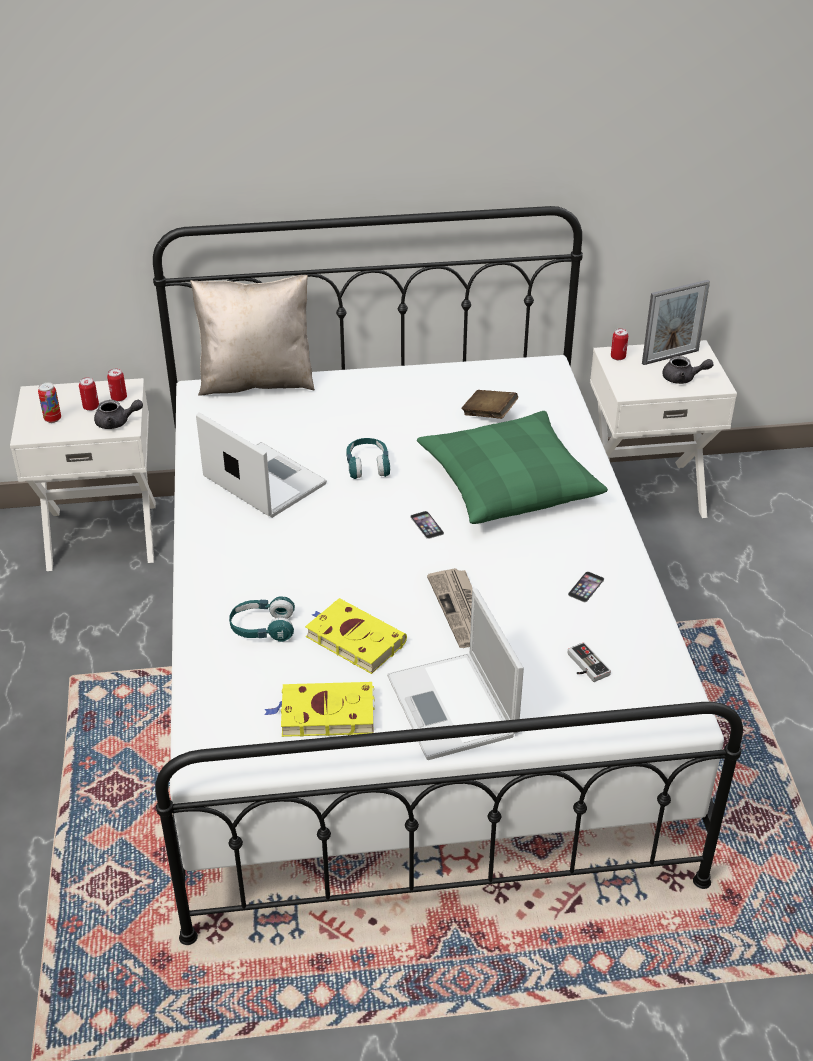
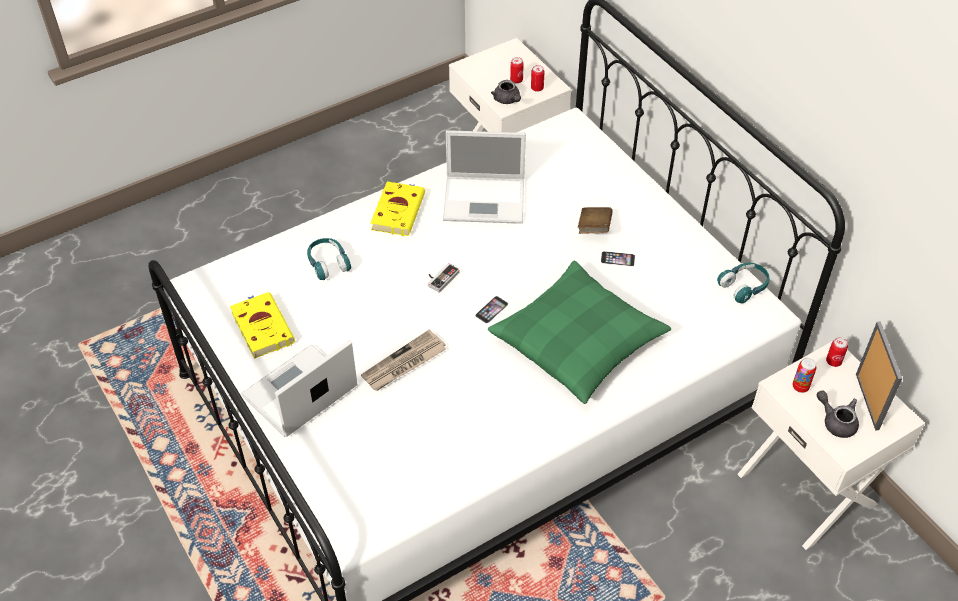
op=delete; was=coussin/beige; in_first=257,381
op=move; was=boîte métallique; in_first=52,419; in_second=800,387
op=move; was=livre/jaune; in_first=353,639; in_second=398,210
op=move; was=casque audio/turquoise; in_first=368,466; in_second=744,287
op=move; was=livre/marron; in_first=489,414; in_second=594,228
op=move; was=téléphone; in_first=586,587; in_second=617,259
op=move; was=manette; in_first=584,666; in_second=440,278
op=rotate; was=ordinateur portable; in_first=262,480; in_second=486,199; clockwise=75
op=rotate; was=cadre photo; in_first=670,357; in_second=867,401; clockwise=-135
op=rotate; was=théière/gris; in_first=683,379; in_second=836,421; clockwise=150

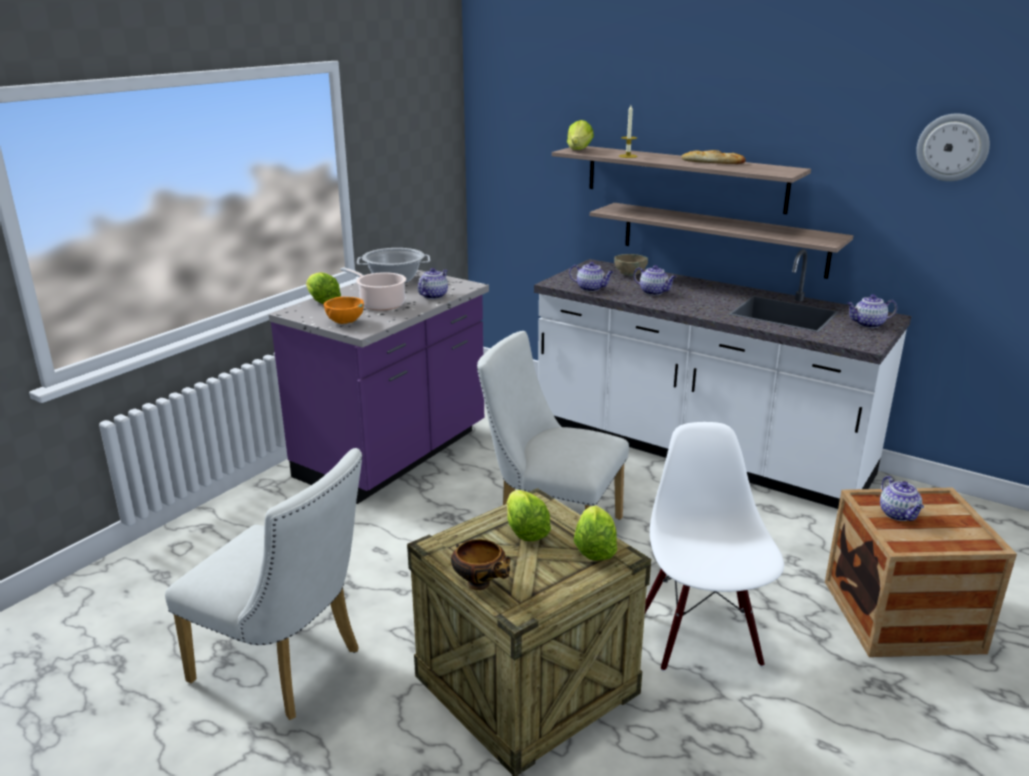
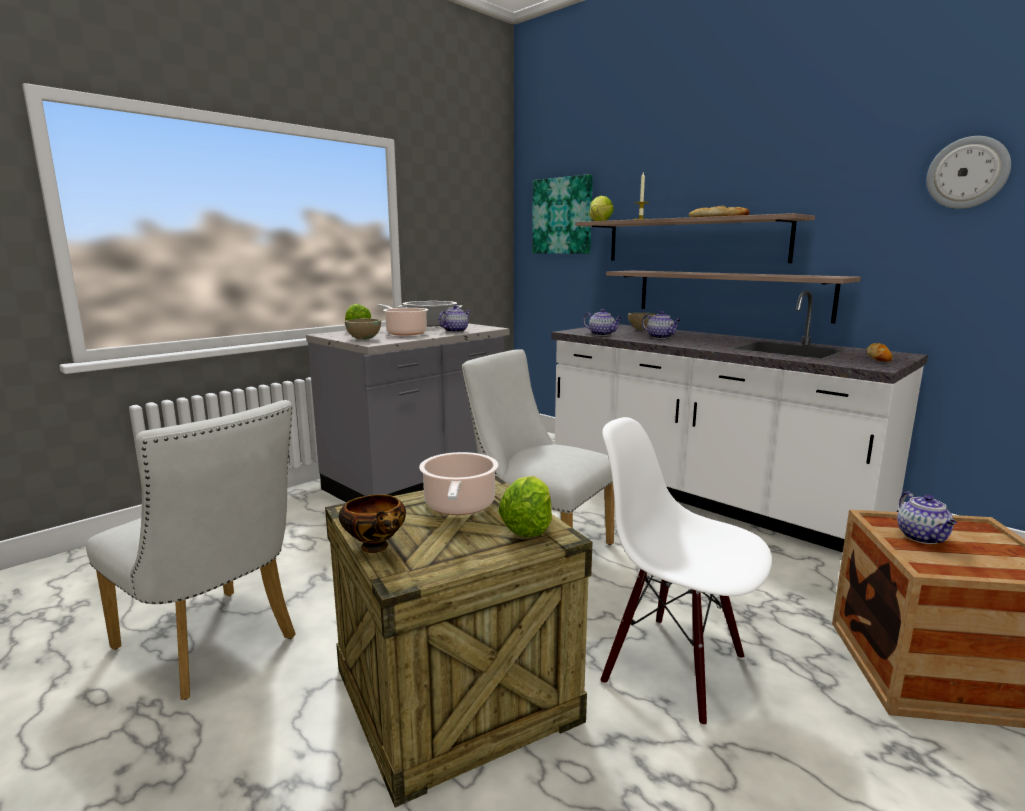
op=insert; now=tableau; in_second=562,216
op=replace; was=laitue; now=marmite; in_first=525,531; in_second=459,506
op=replace; was=théière; now=pain; in_first=868,324; in_second=878,357
op=recolor; was=comptoir de cuisine/violet; now=comptoir de cuisine/gris; in_first=394,455; in_second=417,480
op=recolor; was=bol/orange; now=bol/beige; in_first=345,322; in_second=363,339
op=rotate; was=chaise/blanc; in_first=701,638; in_second=674,667; clockwise=-60

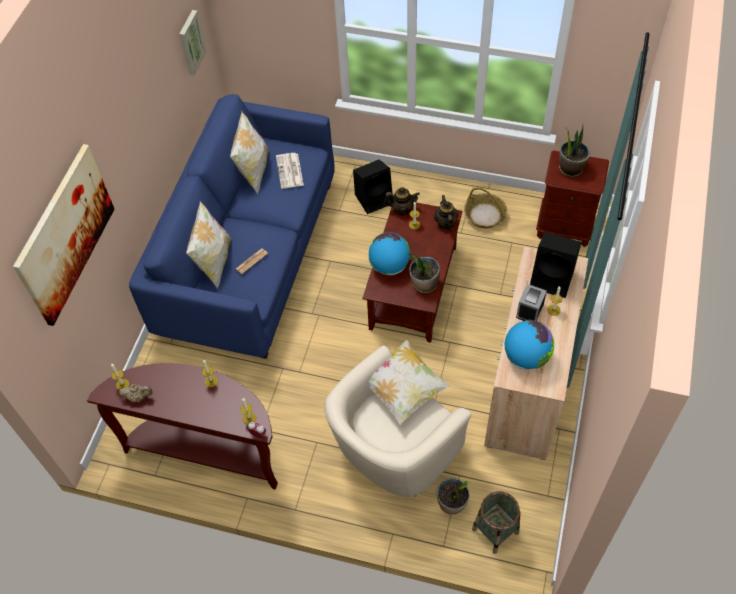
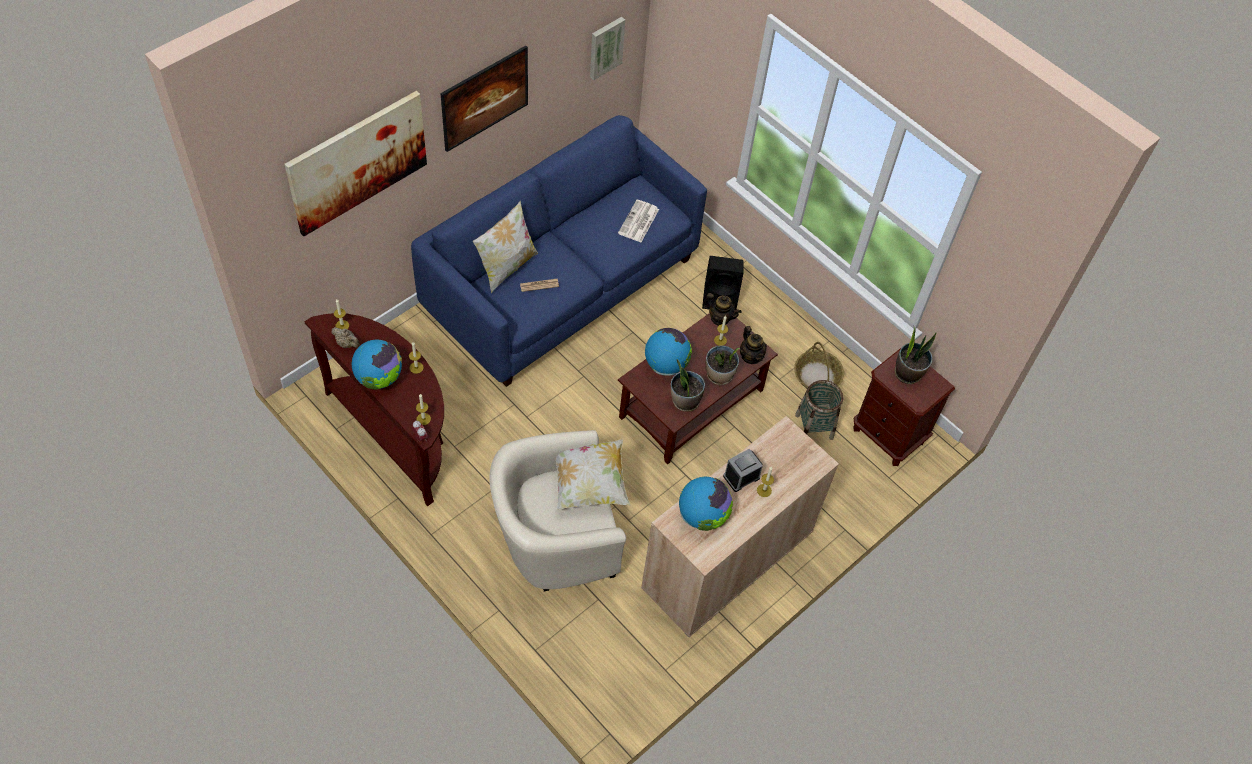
op=delete; was=coussin; in_first=253,171
op=delete; was=enceinte/noir; in_first=553,279
op=insert; now=globe; in_second=379,378
op=insert; now=tableau; in_second=485,112
op=move; was=plante en pot; in_first=452,504; in_second=719,375
op=move; was=panier; in_first=495,531; in_second=814,426
op=rotate; was=théière; in_first=445,223; in_second=751,356; clockwise=135

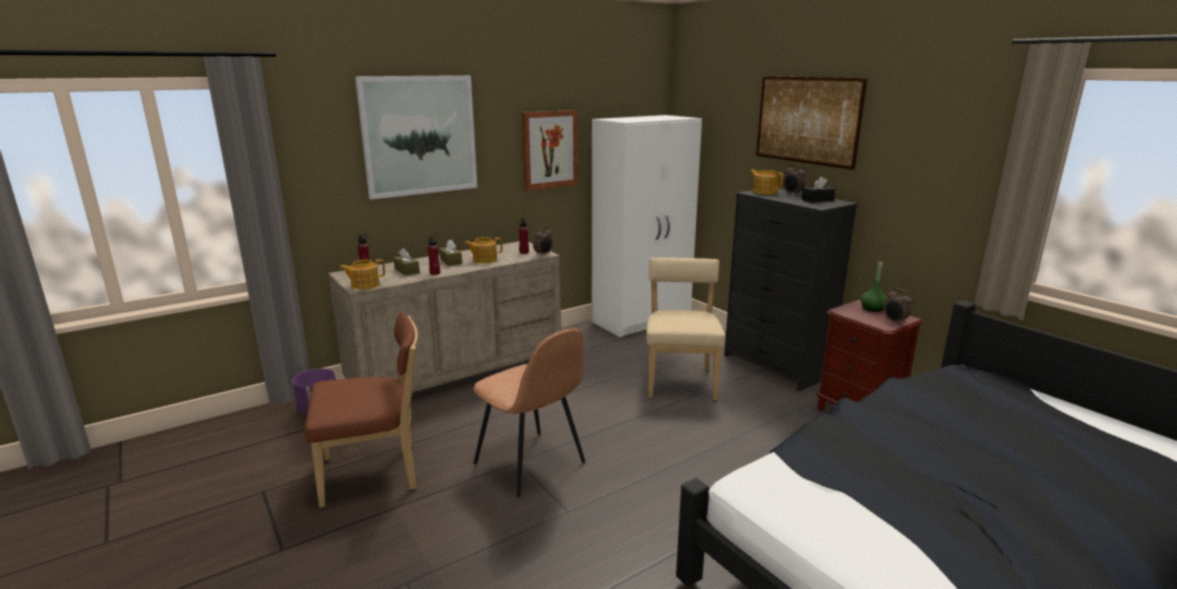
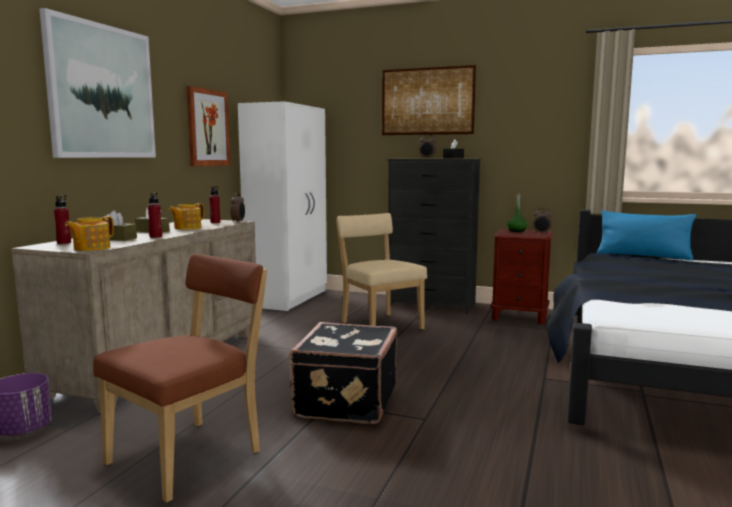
op=delete; was=théière; in_first=764,192
op=insert; now=coussin/bleu; in_second=643,256
op=replace; was=chaise/marron; now=valise/noir; in_first=531,464; in_second=344,401

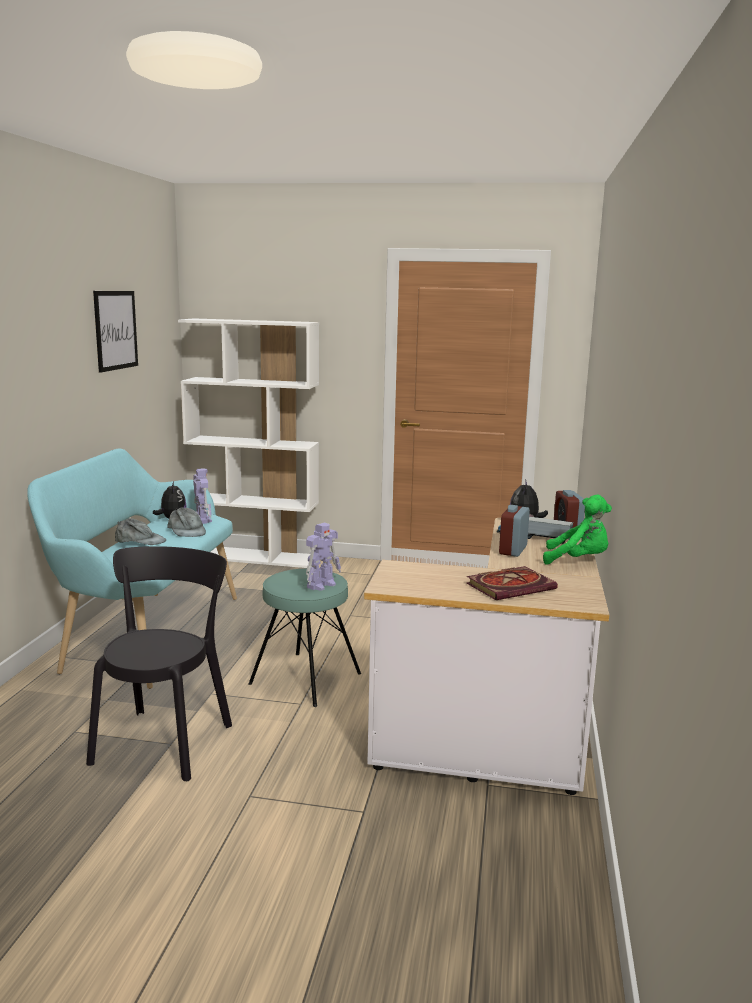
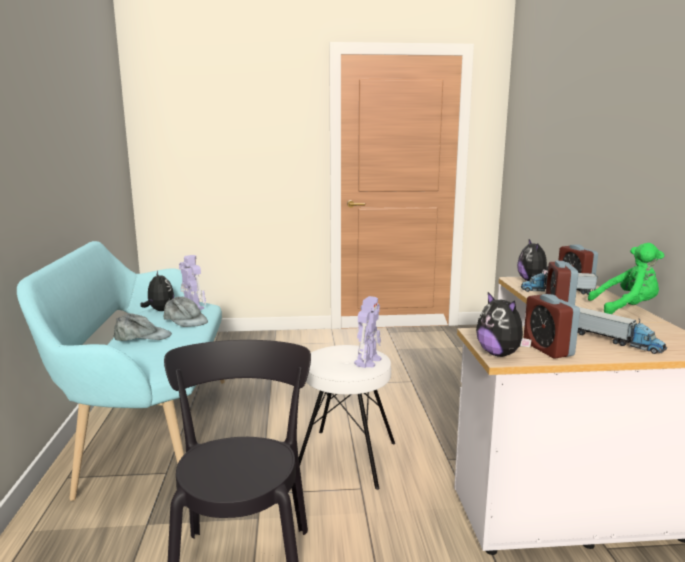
op=delete; was=tableau; in_first=115,330
op=delete; was=bibliothèque/blanc; in_first=254,557
op=insert; now=peluche; in_second=500,354
op=insert; now=réveil; in_second=548,349
op=replace; was=livre; now=camion jouet; in_first=511,586; in_second=614,341
op=recolor; was=tabouret/turquoise; now=tabouret/blanc; in_first=305,679; in_second=346,458

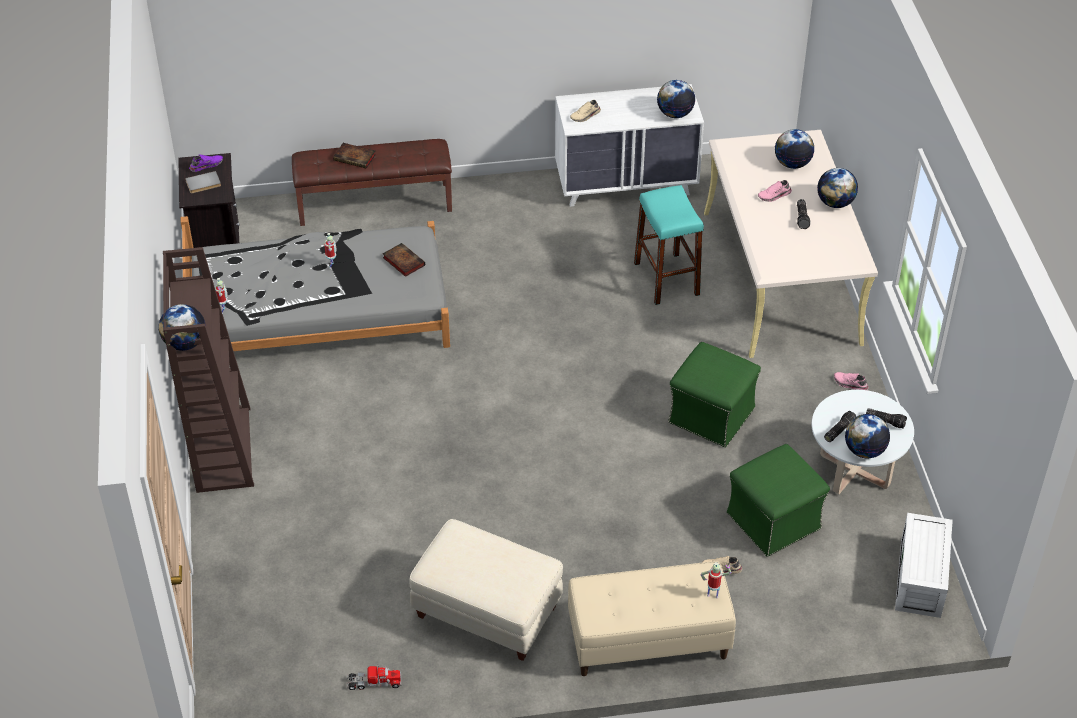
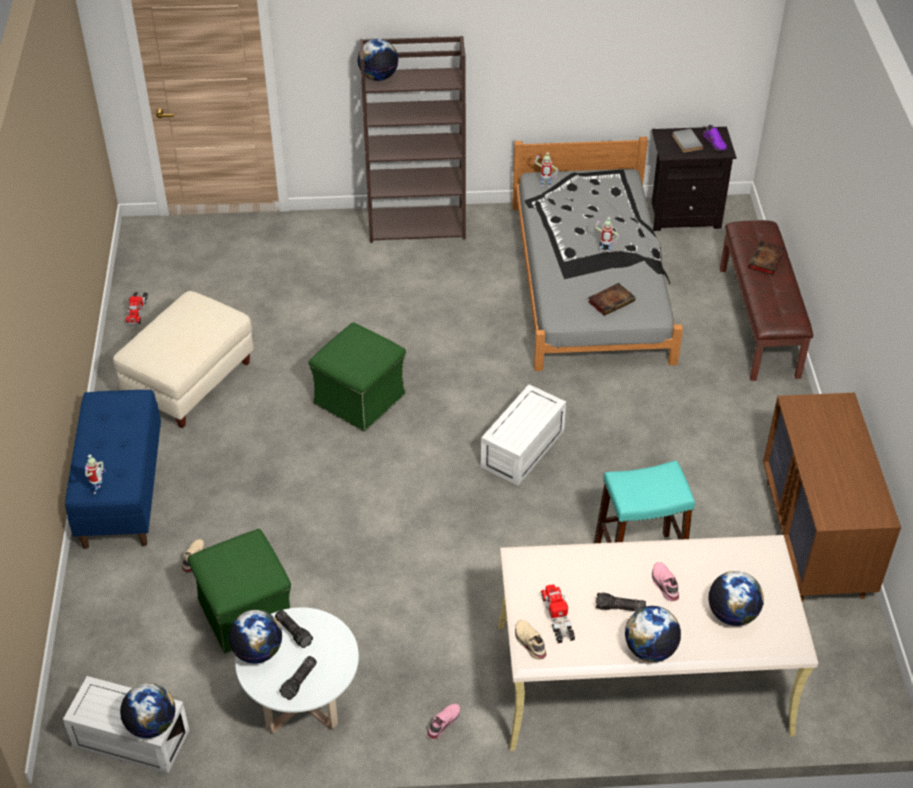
op=insert; now=boîte de rangement/blanc; in_second=523,450
op=insert; now=camion jouet; in_second=557,617
op=move; was=chaussure/beige; in_first=585,116; in_second=529,643
op=move; was=globe; in_first=675,114; in_second=152,725
op=move; was=pouf/vert; in_first=710,415; in_second=360,398
op=recolor; was=commode/blanc; now=commode/marron; in_first=626,184; in_second=814,539
op=recolor; was=banc/beige; now=banc/bleu; in_first=648,642; in_second=121,491

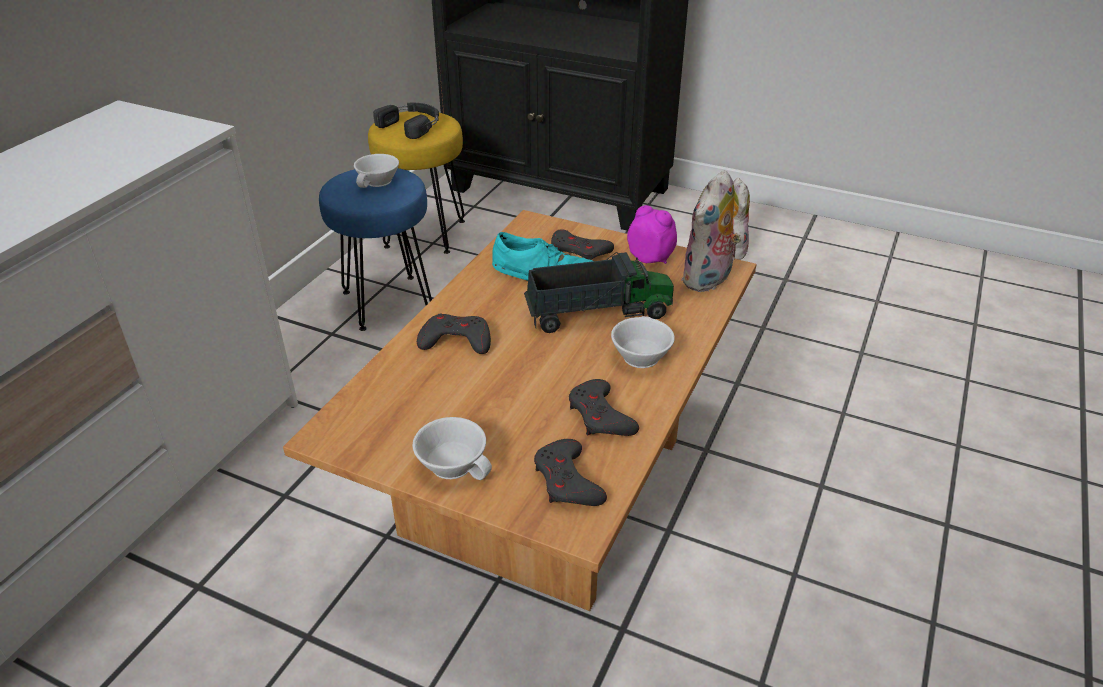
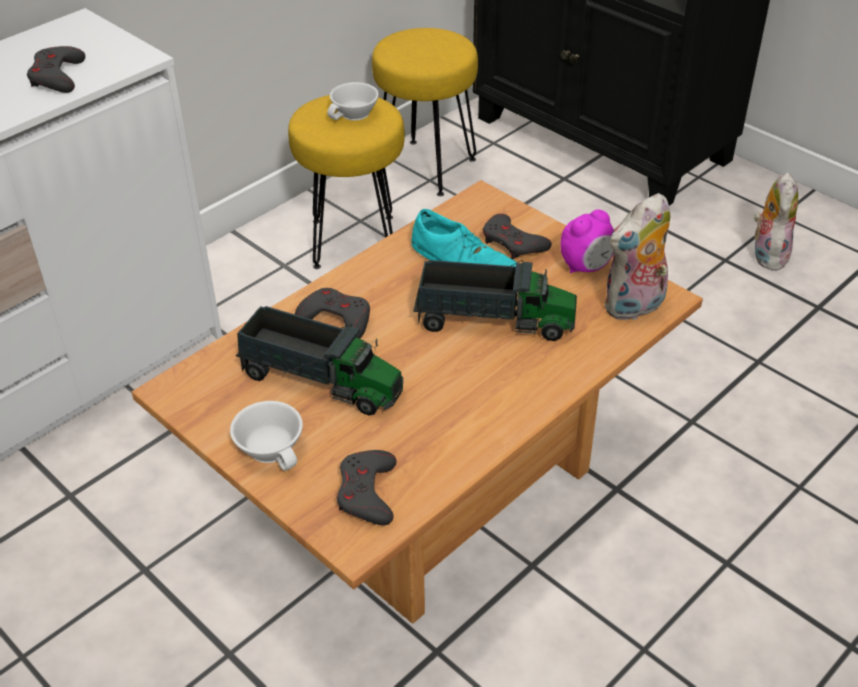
op=delete; was=casque audio/noir; in_first=412,124
op=delete; was=tasse/blanc; in_first=638,355
op=insert; now=camion jouet; in_second=321,381
op=move; was=manette/gris; in_first=600,416; in_second=57,76
op=recolor; was=tabouret/bleu; now=tabouret/jaune; in_first=386,302; in_second=353,241
op=rotate; was=réveil; in_first=650,258; in_second=586,267; clockwise=90

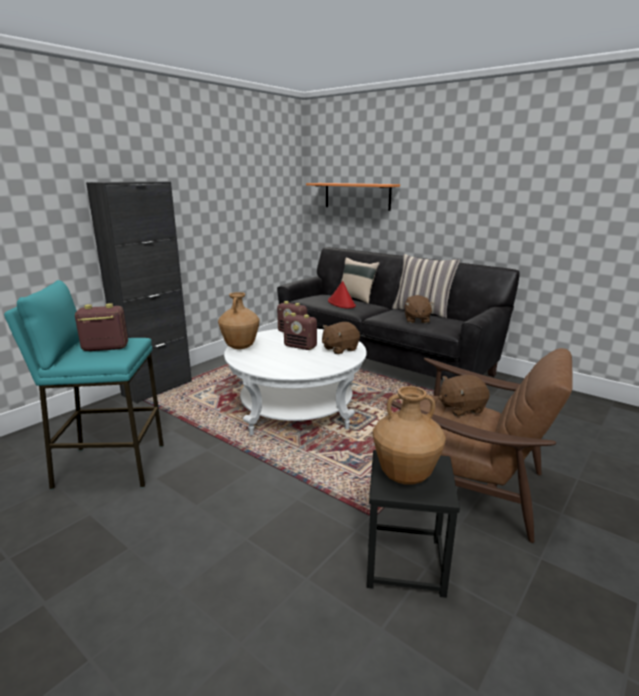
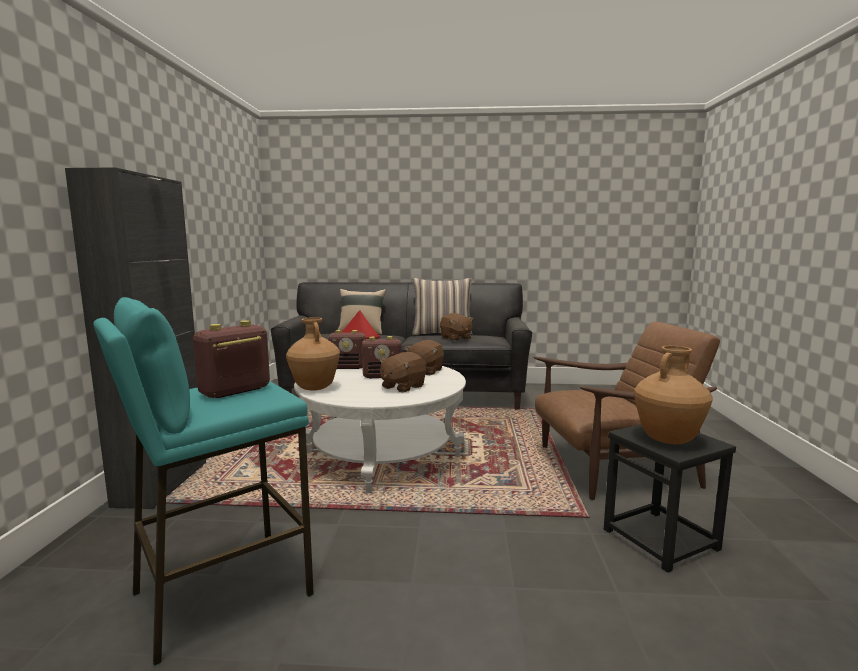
op=delete; was=étagère/orange; in_first=357,196
op=move; was=peluche/marron; in_first=461,408; in_second=402,387

